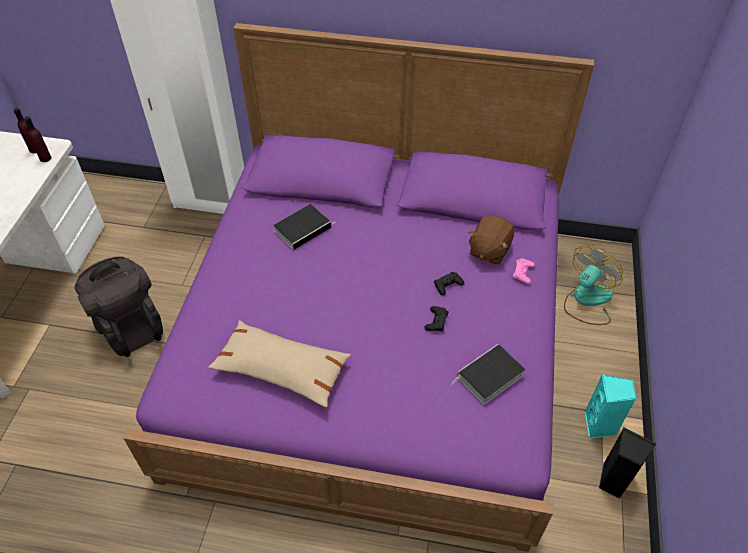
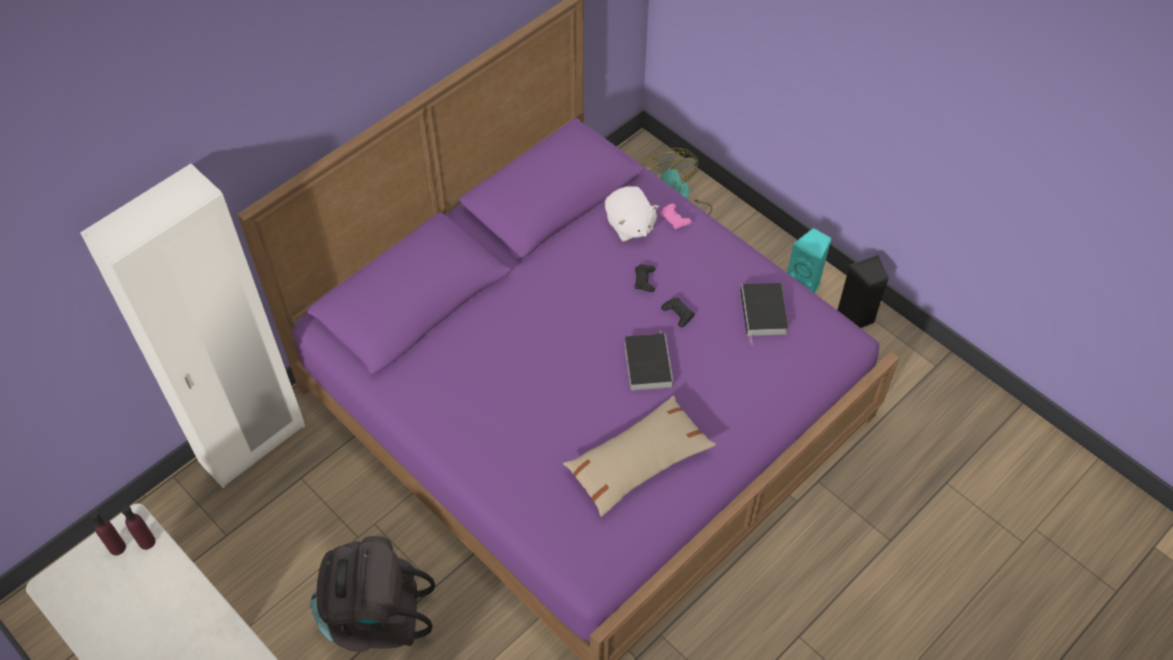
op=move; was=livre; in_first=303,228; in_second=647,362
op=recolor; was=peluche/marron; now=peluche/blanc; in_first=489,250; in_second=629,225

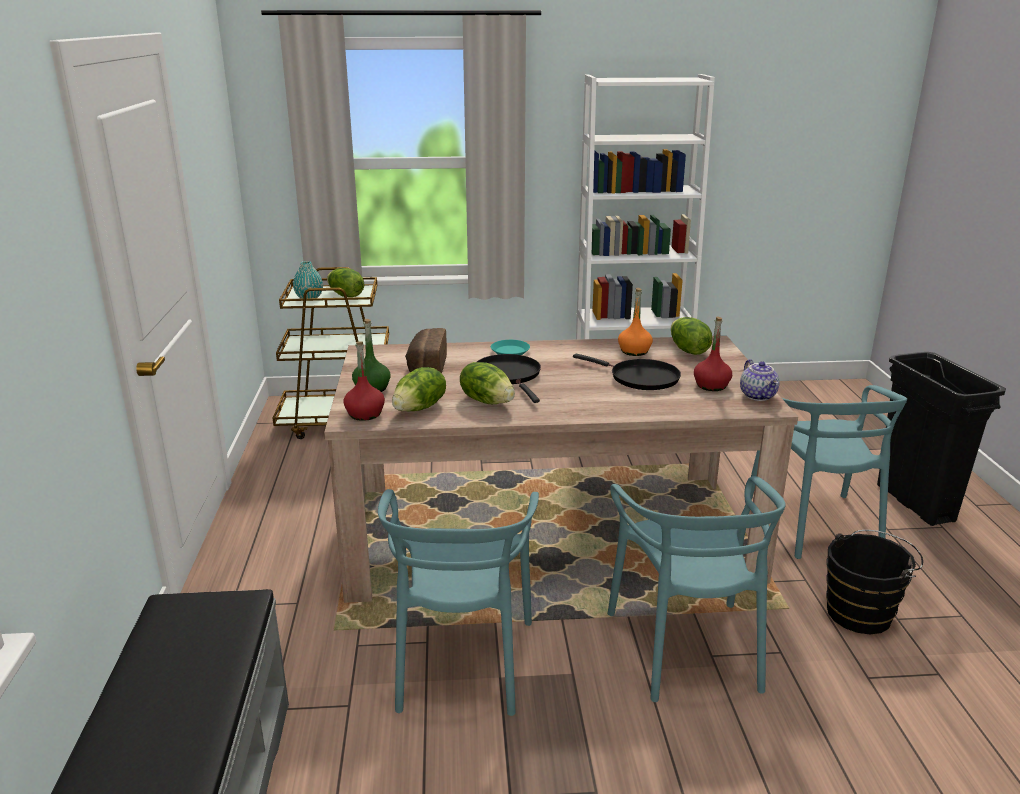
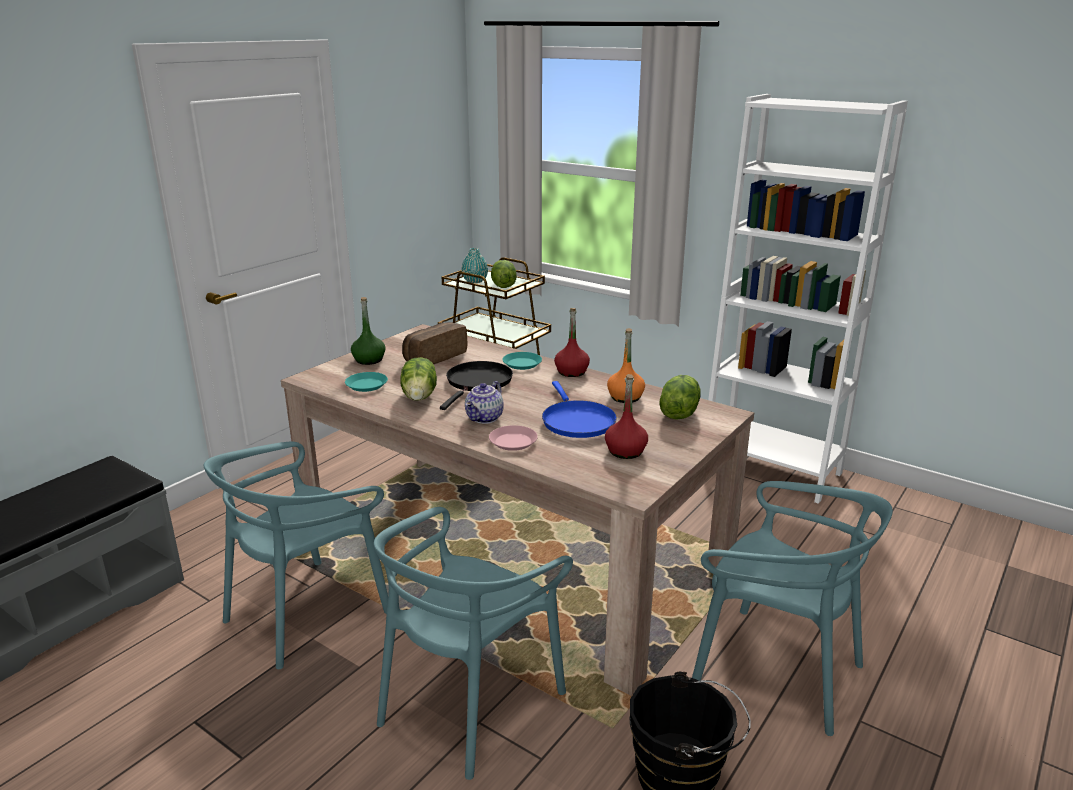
op=delete; was=poubelle/noir; in_first=915,503
op=insert; now=assiette/rose; in_second=513,442
op=move; was=bouteille/rouge; in_first=365,414; in_second=571,372
op=move; was=théière; in_first=759,396; in_second=485,418
op=replace; was=laitue; now=assiette/turquoise; in_first=420,408; in_second=367,385
op=recolor; was=poêle/noir; now=poêle/bleu; in_first=640,378; in_second=576,421
op=rotate; was=chaise/turquoise; in_first=815,524; in_second=776,671; clockwise=-90

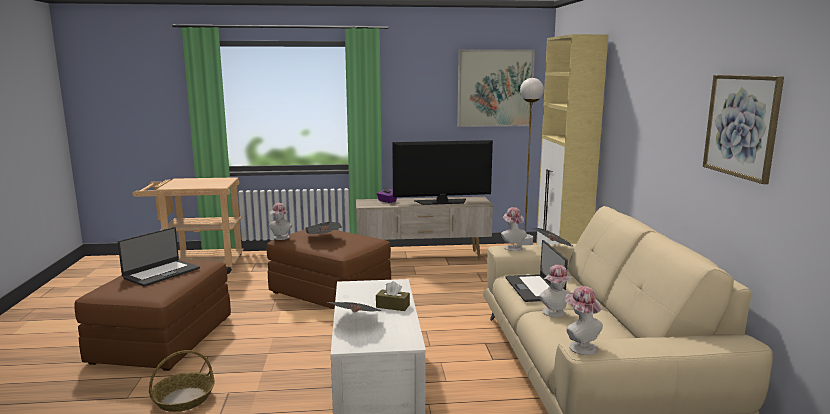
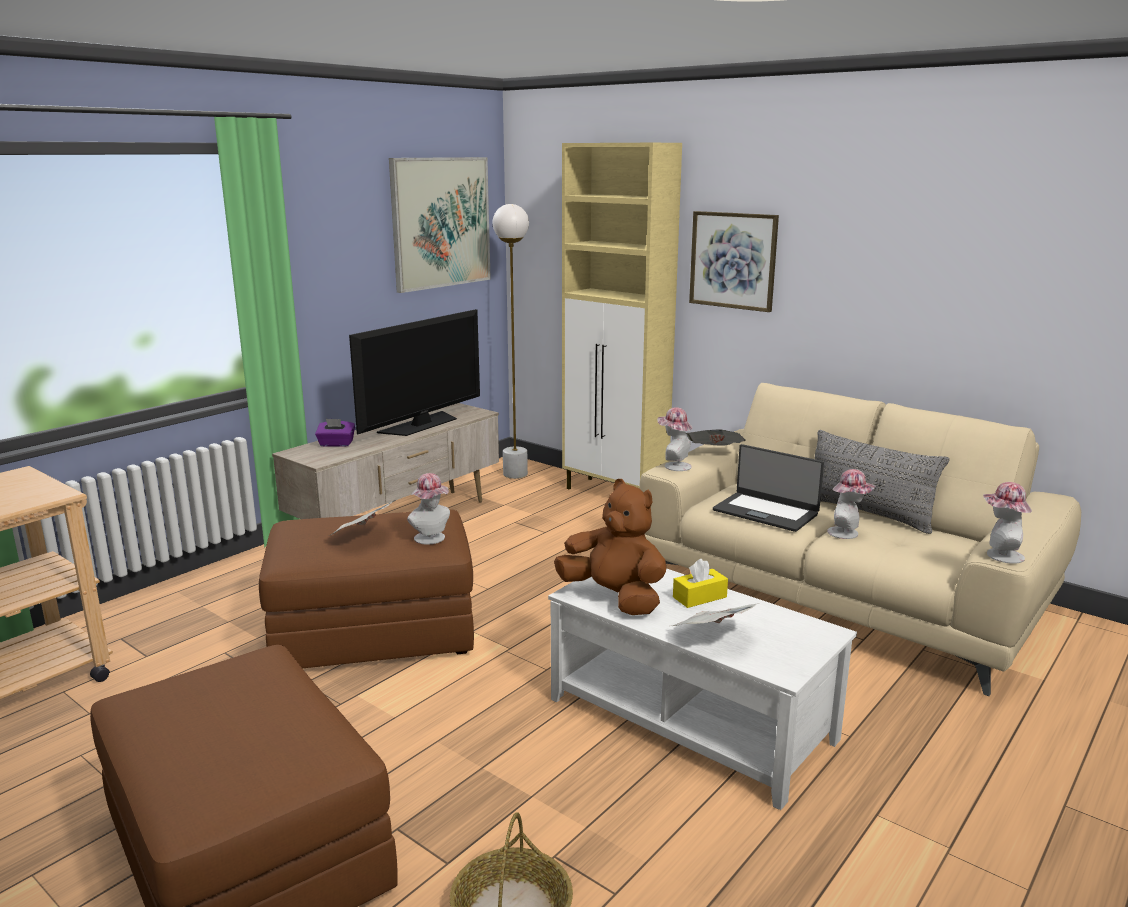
op=delete; was=ordinateur portable; in_first=161,273
op=insert; now=peluche/marron; in_second=614,598
op=insert; now=coussin/gris; in_second=867,513
op=move; was=chapeau; in_first=280,238; in_second=432,539
op=move; was=tableau; in_first=742,126; in_second=733,260
op=recolor; was=boîte à mouchoirs/marron; now=boîte à mouchoirs/jaune; in_first=392,306; in_second=699,597

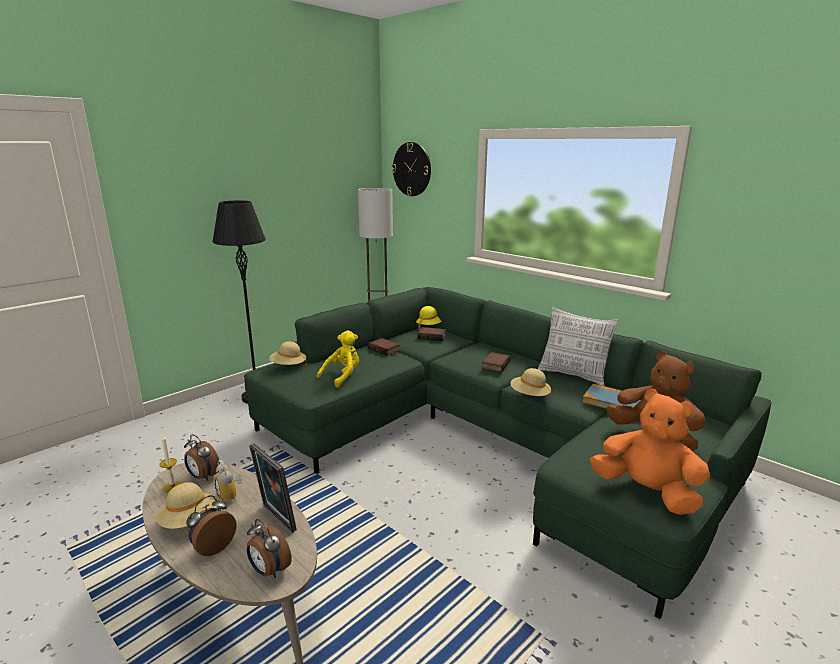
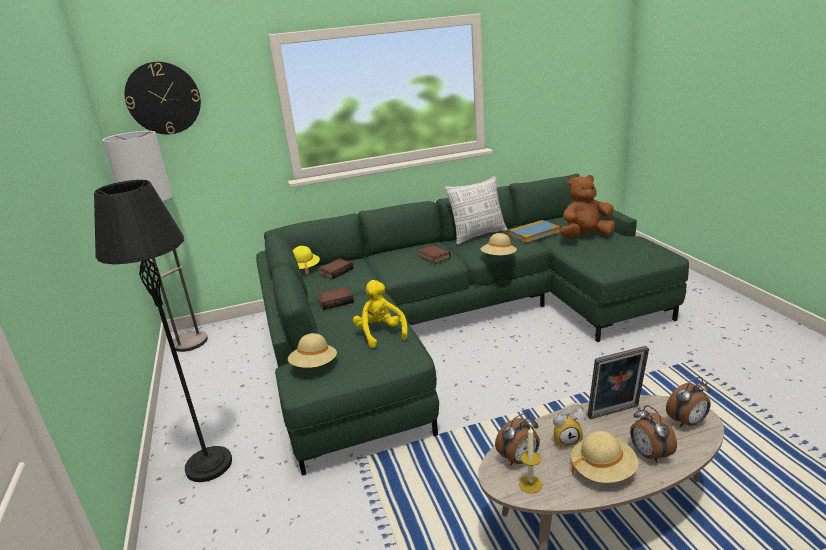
op=delete; was=peluche/orange; in_first=646,492

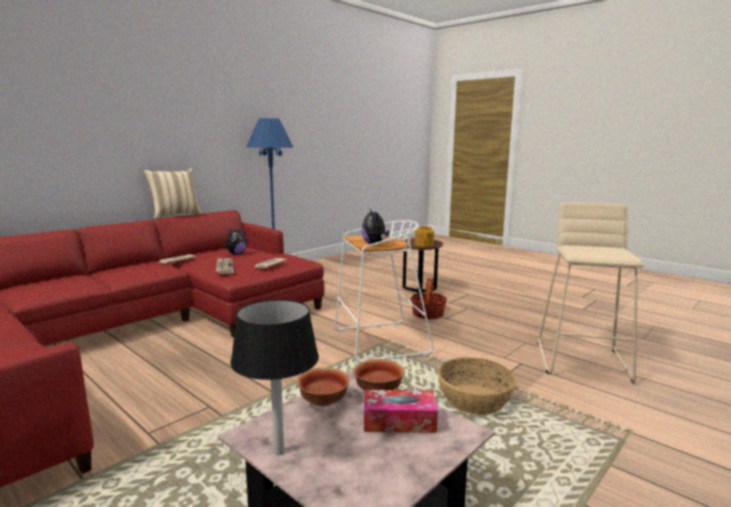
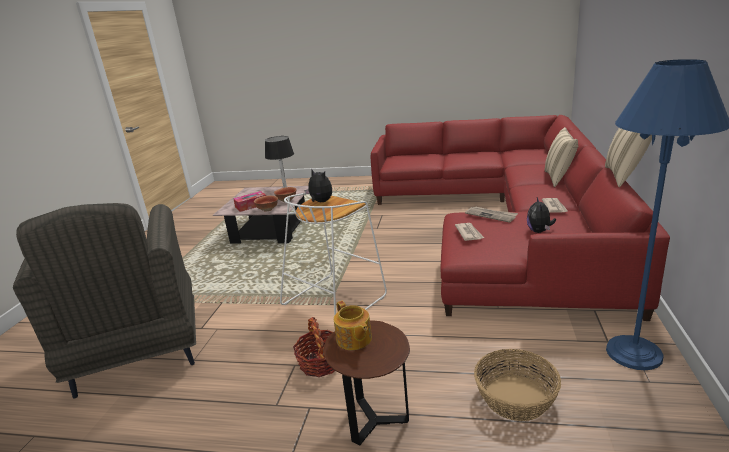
op=insert; now=coussin/beige; in_second=559,178
op=move; was=panier; in_first=474,399; in_second=515,398
op=replace; was=tabouret/beige; now=fauteuil/gris; in_first=583,361; in_second=139,354

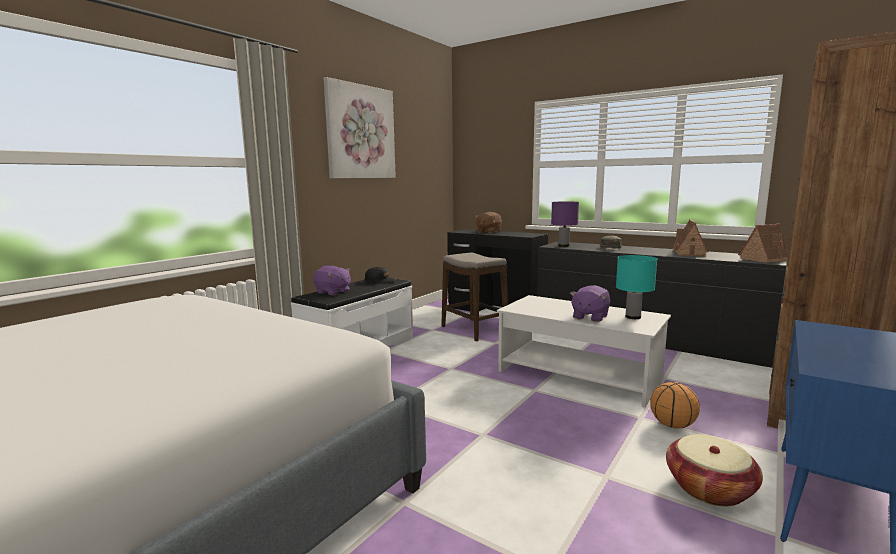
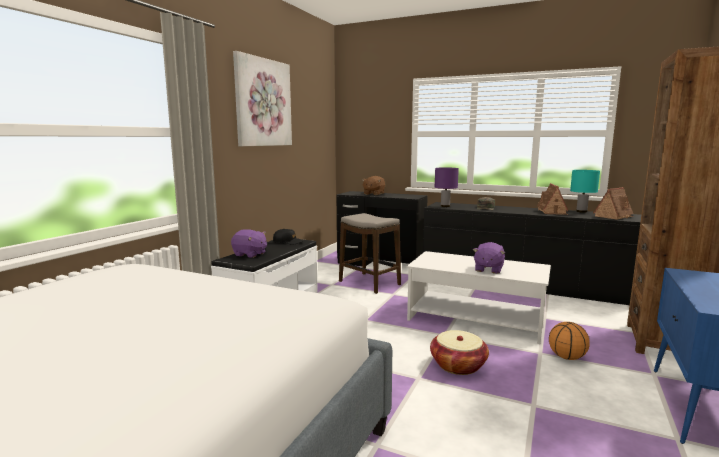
op=move; was=lampe de table/turquoise; in_first=633,317; in_second=581,211
op=move; was=panier; in_first=709,488; in_second=458,365

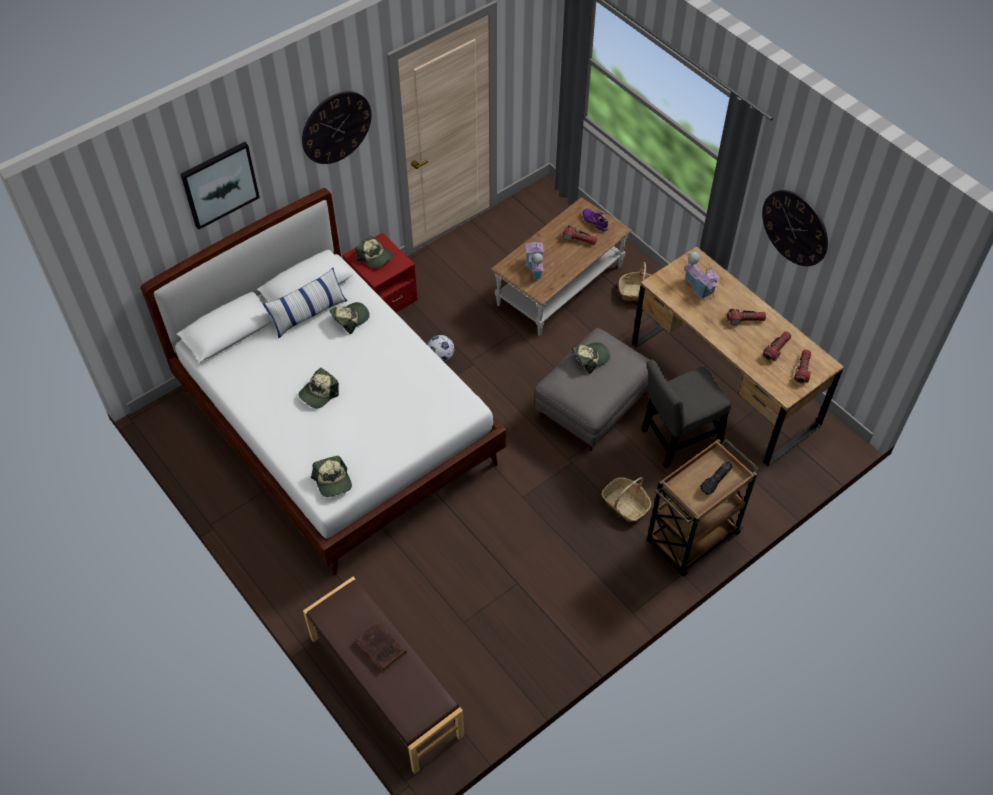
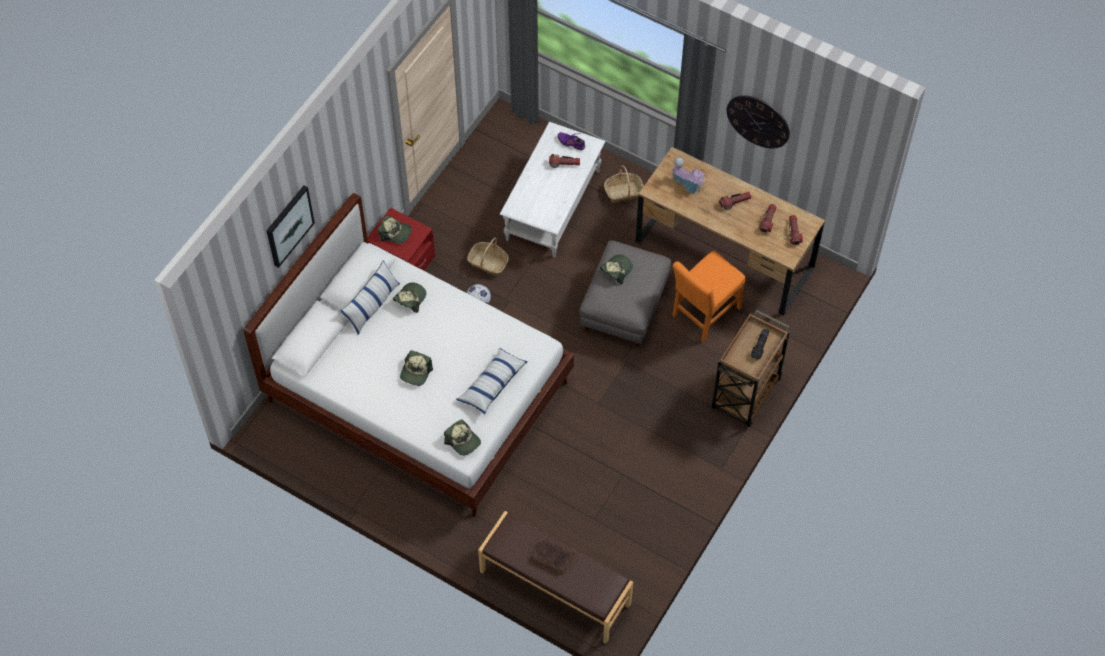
op=delete; was=horloge murale; in_first=336,127
op=delete; was=maison miniature; in_first=534,268
op=insert; now=coussin; in_second=492,385
op=move; was=panier; in_first=625,504; in_second=488,262
op=recolor; was=table basse/marron; now=table basse/blanc; in_first=559,285; in_second=553,205
op=recolor; was=chaise/gris; now=chaise/orange; in_first=677,439; in_second=704,314

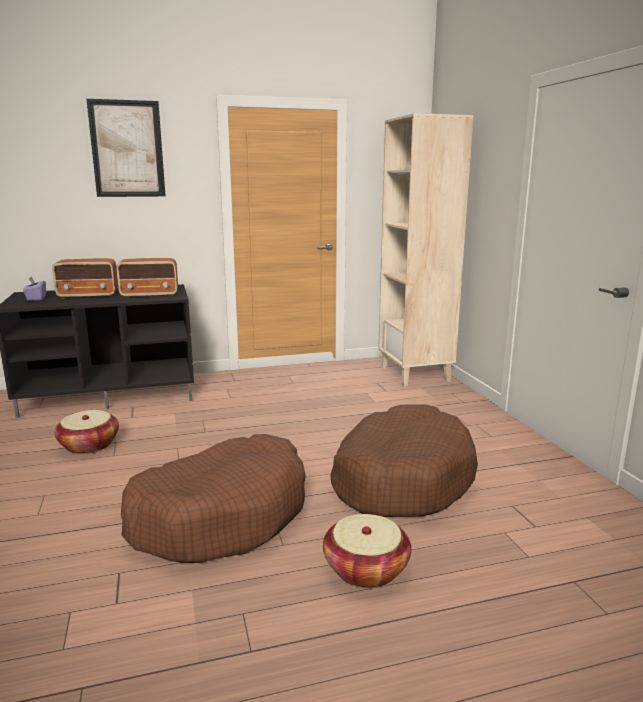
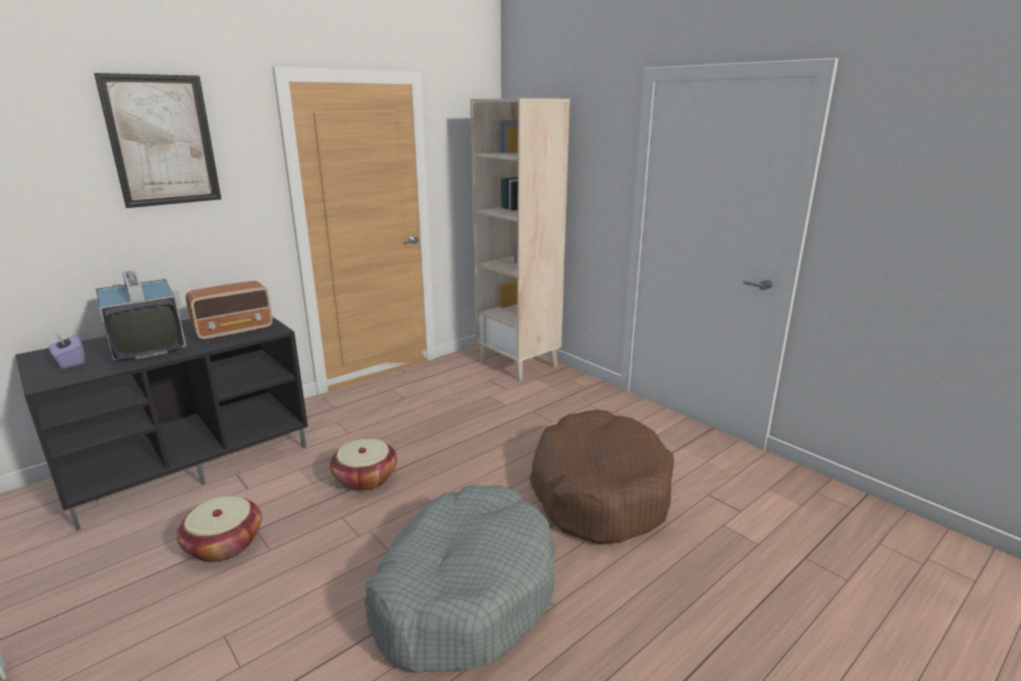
op=move; was=panier; in_first=366,569; in_second=365,478
op=replace; was=radio; now=téléviseur; in_first=89,295; in_second=147,345
op=recolor; was=panier pour chien/marron; now=panier pour chien/gris; in_first=221,515; in_second=464,591

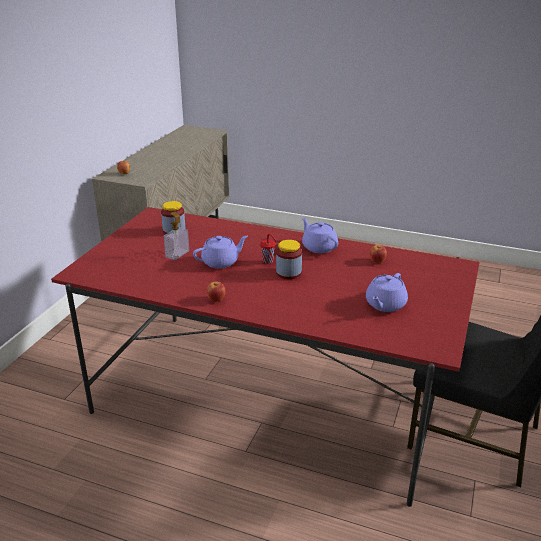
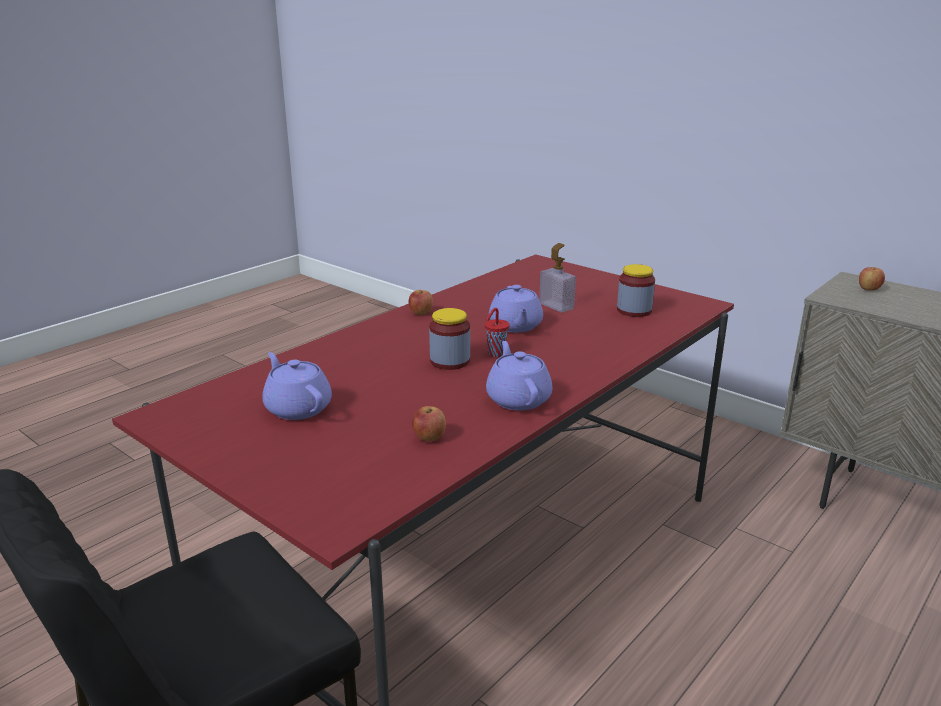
op=rotate; was=théière/violet; in_first=318,247; in_second=518,399; clockwise=-90

